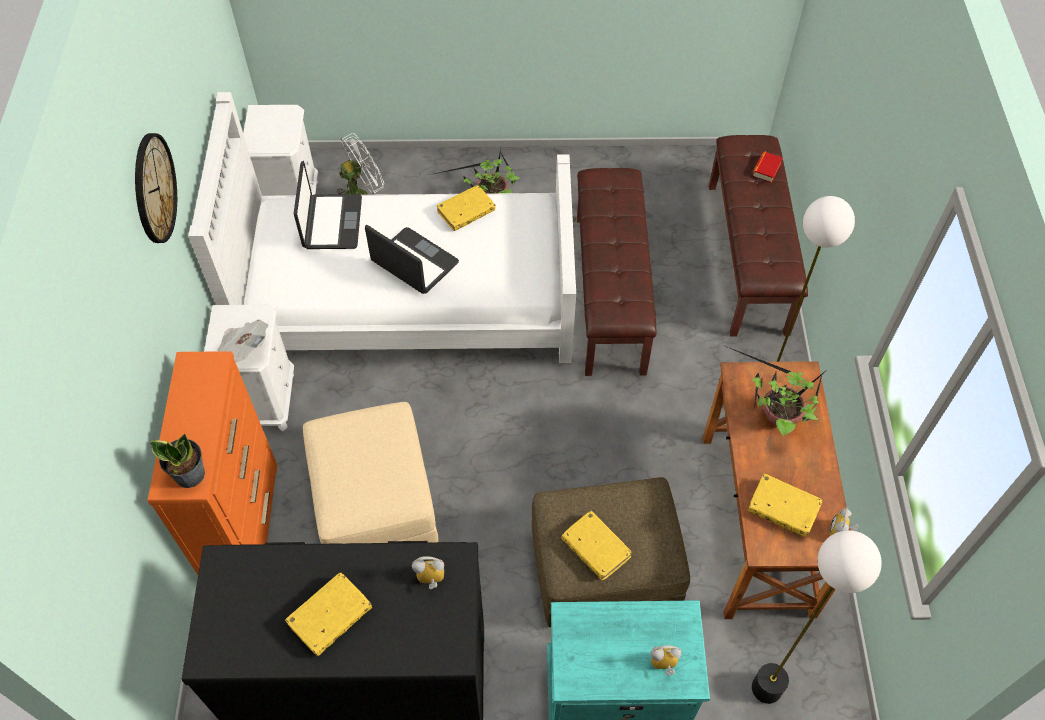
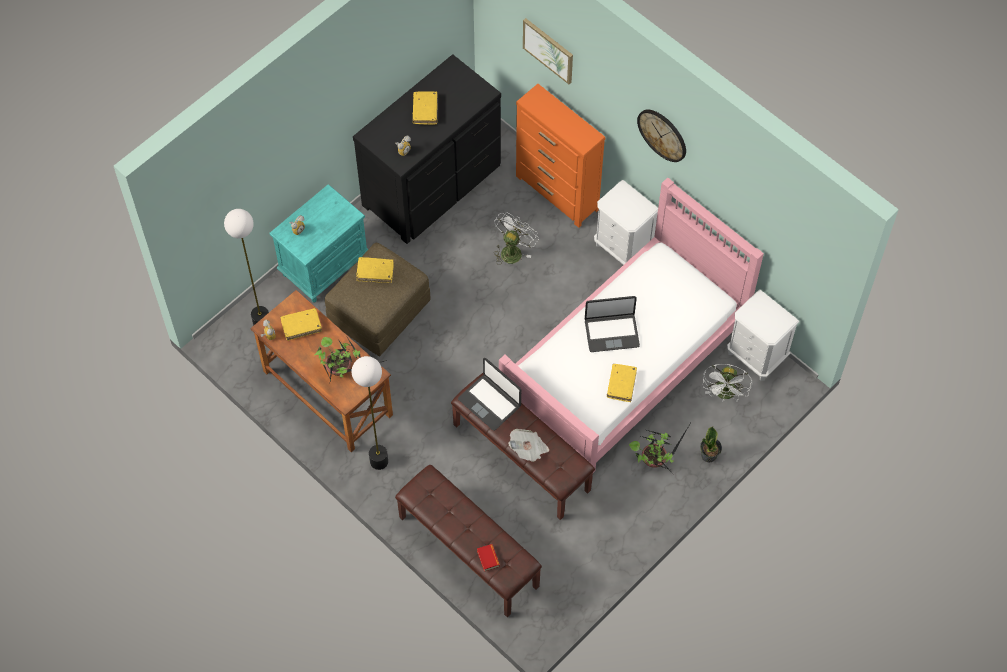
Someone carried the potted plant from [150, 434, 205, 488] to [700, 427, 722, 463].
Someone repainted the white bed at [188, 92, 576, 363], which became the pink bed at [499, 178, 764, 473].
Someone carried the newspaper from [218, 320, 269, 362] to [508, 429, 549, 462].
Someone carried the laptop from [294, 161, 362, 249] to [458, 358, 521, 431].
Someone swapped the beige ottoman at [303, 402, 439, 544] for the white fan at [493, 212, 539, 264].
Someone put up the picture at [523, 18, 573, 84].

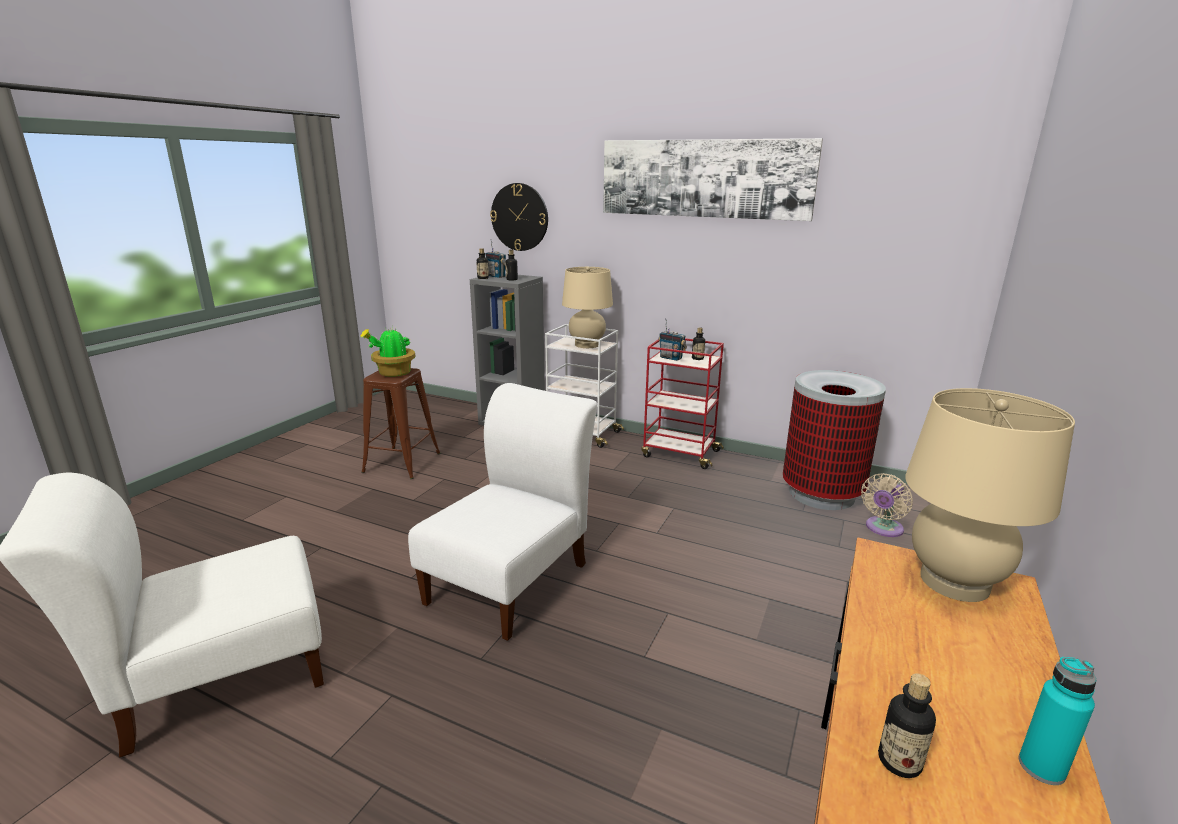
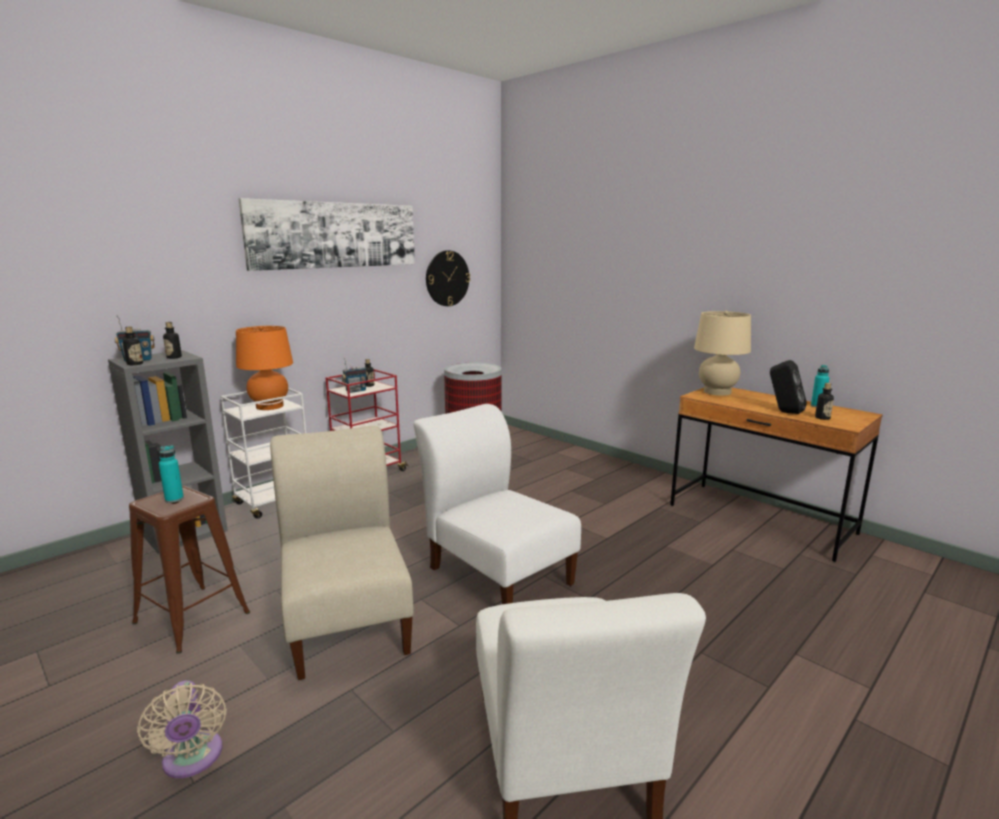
Someone swapped the potted plant at [360, 326, 416, 377] for the turquoise bottle at [159, 445, 184, 503].
Someone carried the wall clock from [490, 183, 548, 251] to [426, 250, 470, 306].
Someone repainted the beige table lamp at [562, 267, 613, 348], which became the orange table lamp at [236, 326, 293, 410].
Someone carried the beige fan from [861, 473, 913, 537] to [137, 680, 226, 778].
Someone put down the beige chair at [270, 426, 414, 680].
Someone put down the black speaker at [770, 360, 807, 414].

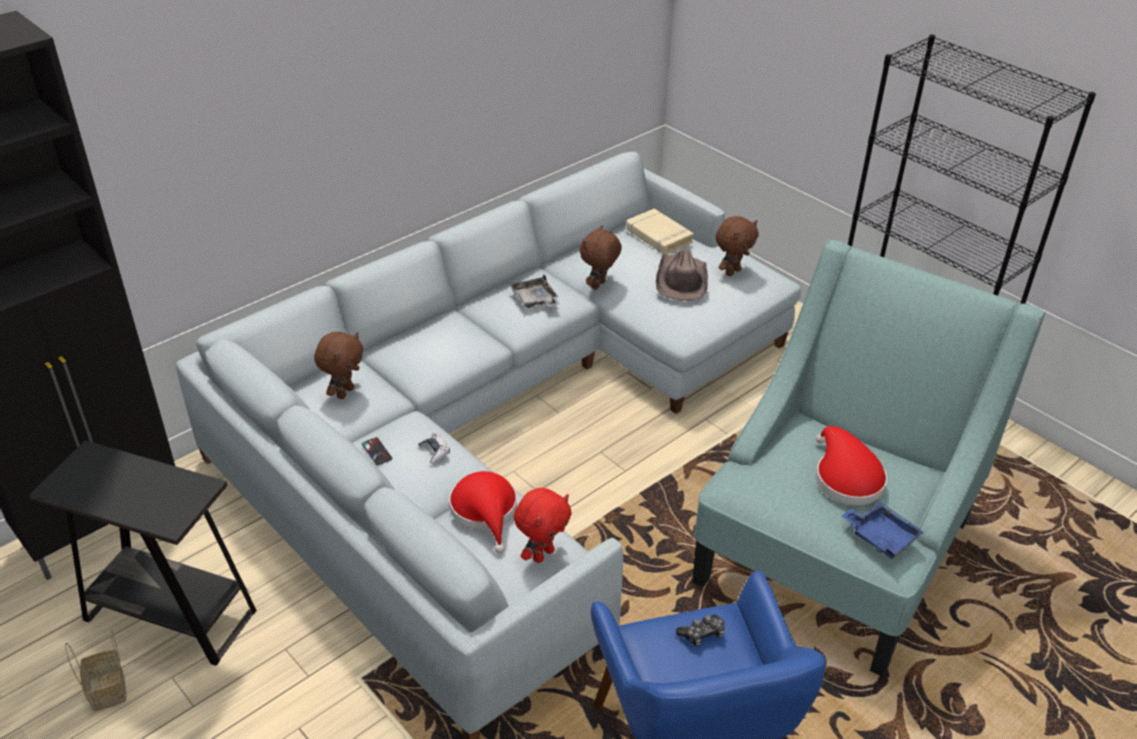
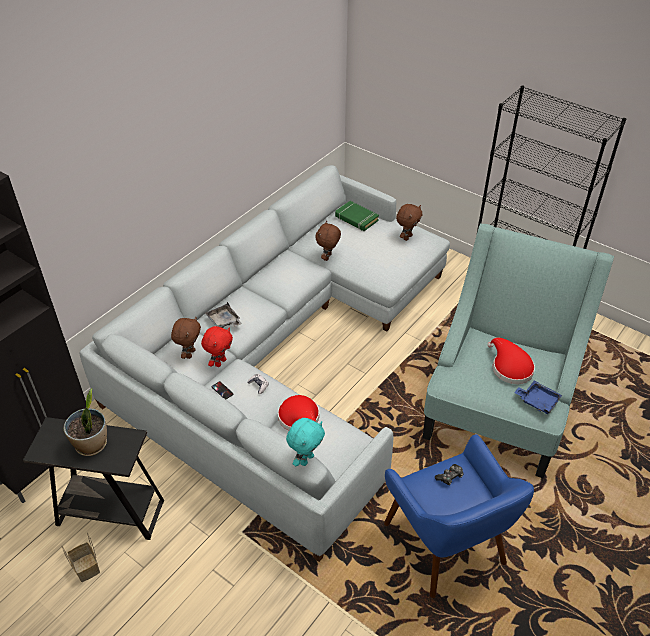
Someone carried the grey tray from [509, 274, 560, 308] to [205, 302, 242, 328].
Someone carried the red plush toy from [514, 488, 572, 563] to [201, 326, 233, 367].
Someone repainted the beige book at [626, 209, 694, 255], which became the green book at [335, 201, 379, 231].
Someone took away the brown hat at [656, 249, 708, 301].
Someone put down the potted plant at [63, 389, 107, 456].
Someone put down the turquoise plush toy at [286, 418, 325, 467].

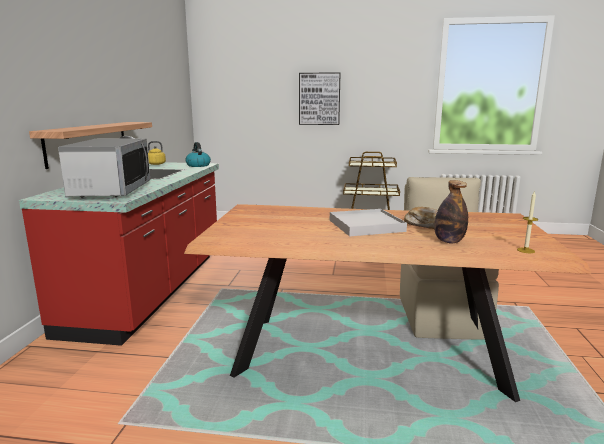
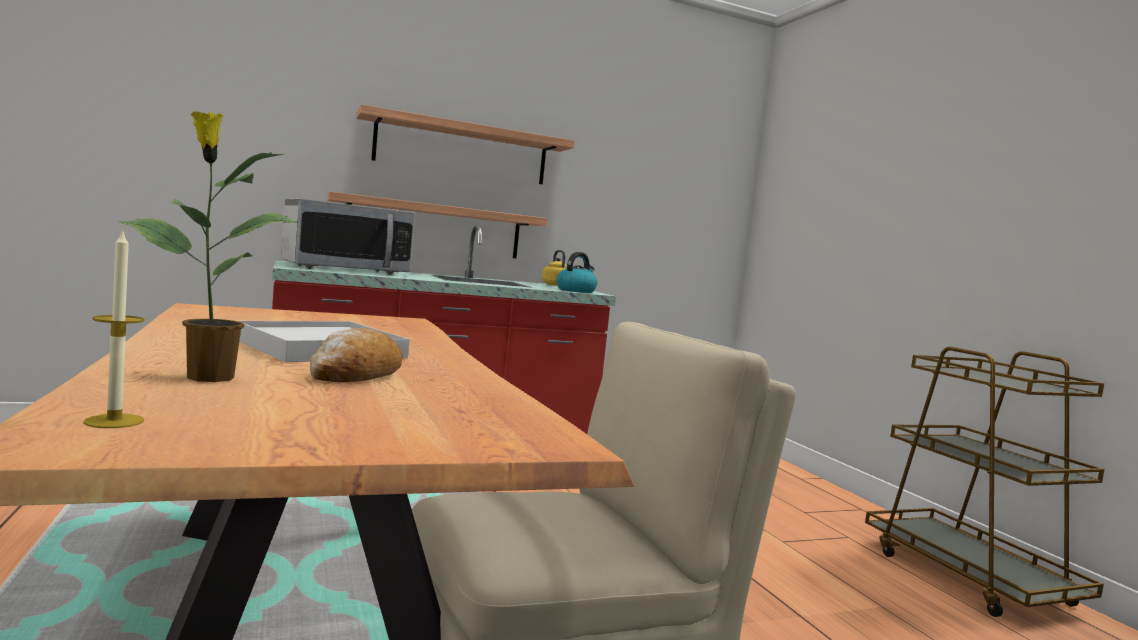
Someone took away the picture at [299, 72, 340, 125].
Someone swapped the bottle at [434, 180, 468, 243] for the potted plant at [118, 111, 299, 382].
Someone put up the shelf at [356, 104, 575, 184].

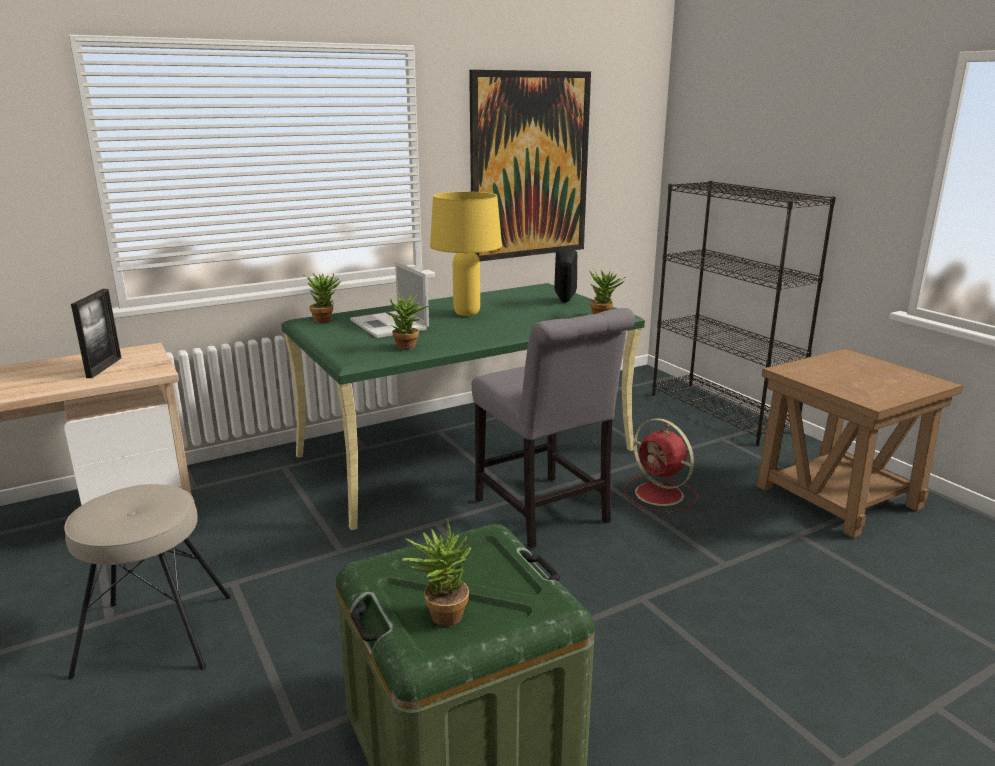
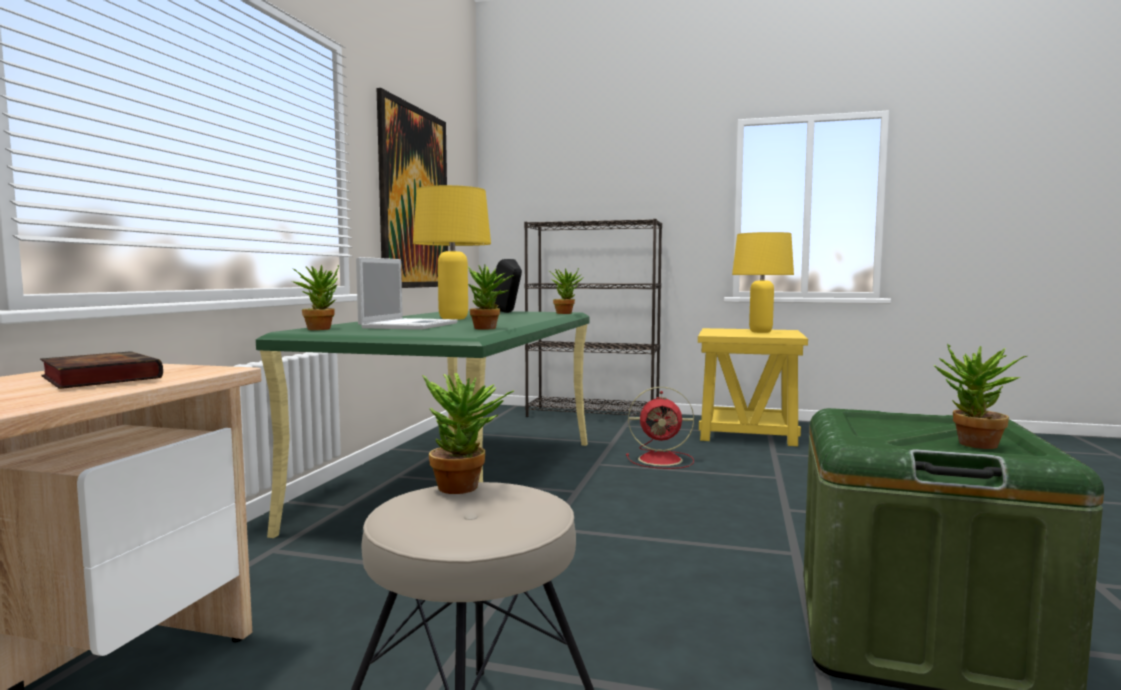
Someone swapped the picture frame at [71, 289, 121, 378] for the book at [40, 351, 163, 389].
Someone rotated the laptop at [350, 261, 429, 338] by 90 degrees counterclockwise.
Someone took away the grey chair at [472, 308, 635, 548].
Someone repainted the brown side table at [757, 348, 963, 538], which became the yellow side table at [698, 328, 808, 446].
Someone put down the potted plant at [422, 373, 514, 494].
Someone put down the yellow table lamp at [732, 232, 794, 333].

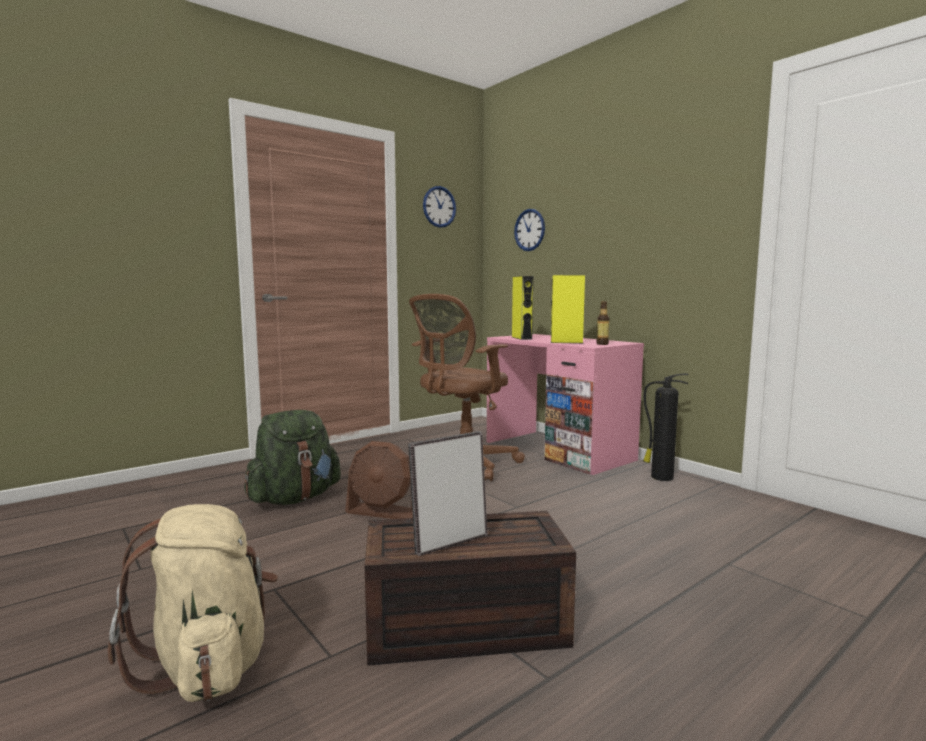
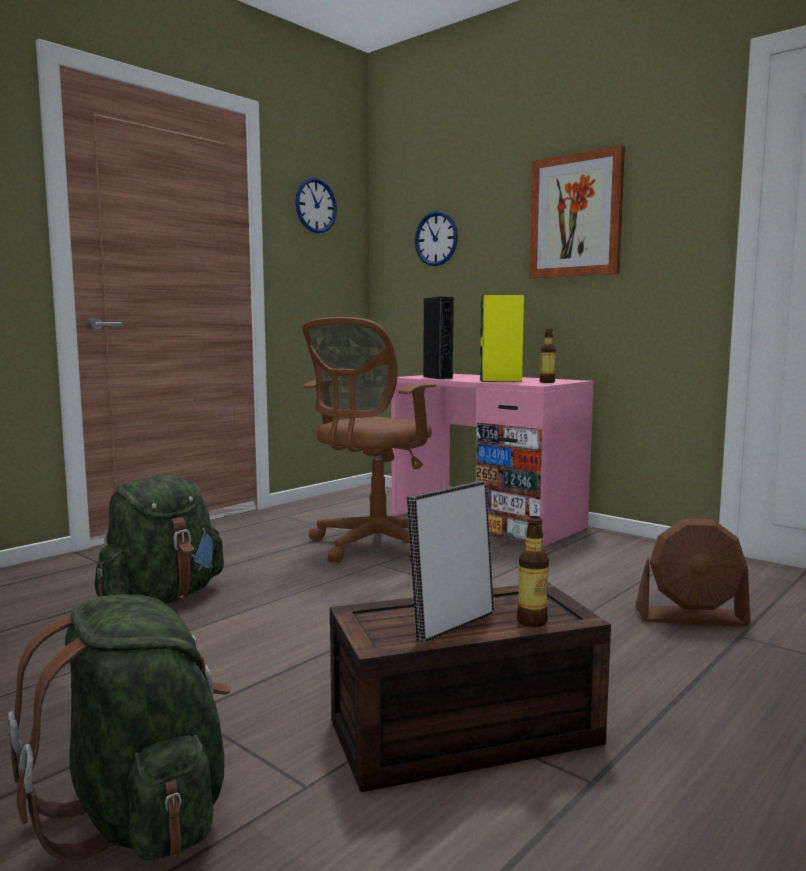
Someone repainted the beige backpack at [108, 504, 278, 702], which became the green backpack at [8, 594, 230, 861].
Someone carried the brown fan from [345, 441, 413, 519] to [635, 519, 751, 626].
Someone repainted the yellow speaker at [512, 276, 533, 340], which became the black speaker at [423, 297, 454, 379].
Someone took away the fire extinguisher at [643, 373, 689, 481].
Someone put down the bottle at [517, 516, 549, 627].
Someone put up the picture at [529, 146, 625, 279].

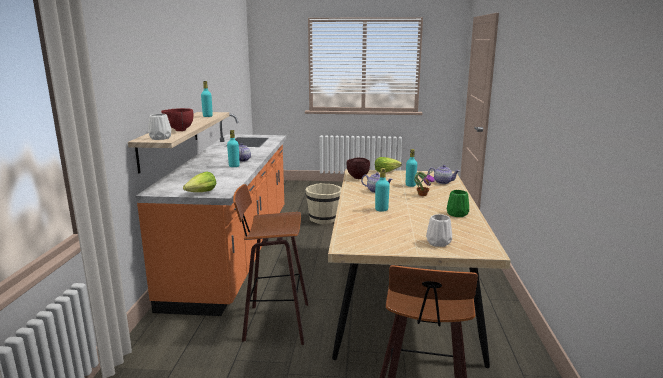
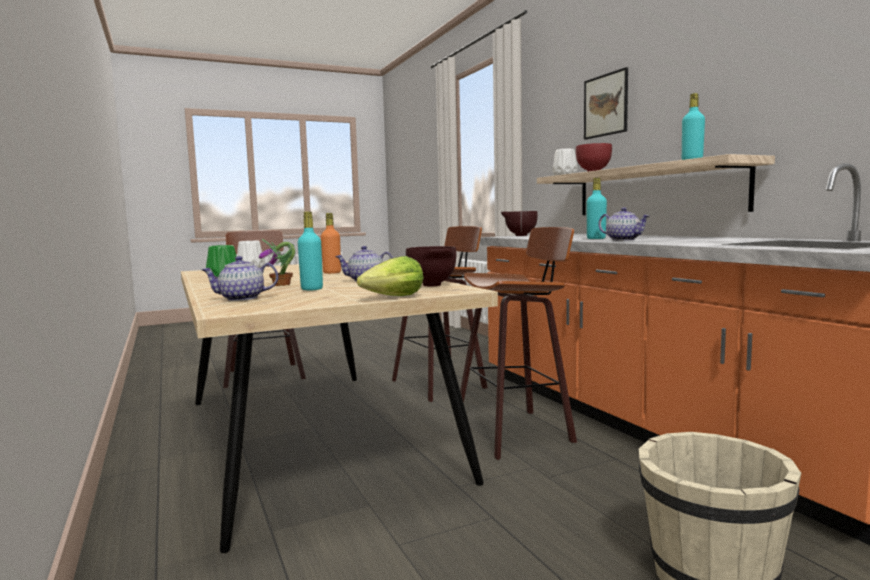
Someone swapped the lettuce at [183, 172, 216, 192] for the brown bowl at [501, 211, 538, 236].
Someone repainted the turquoise bottle at [375, 168, 390, 212], which became the orange bottle at [321, 213, 341, 274].
Someone put down the stool at [460, 227, 577, 460].
Someone put up the picture at [584, 67, 628, 140].

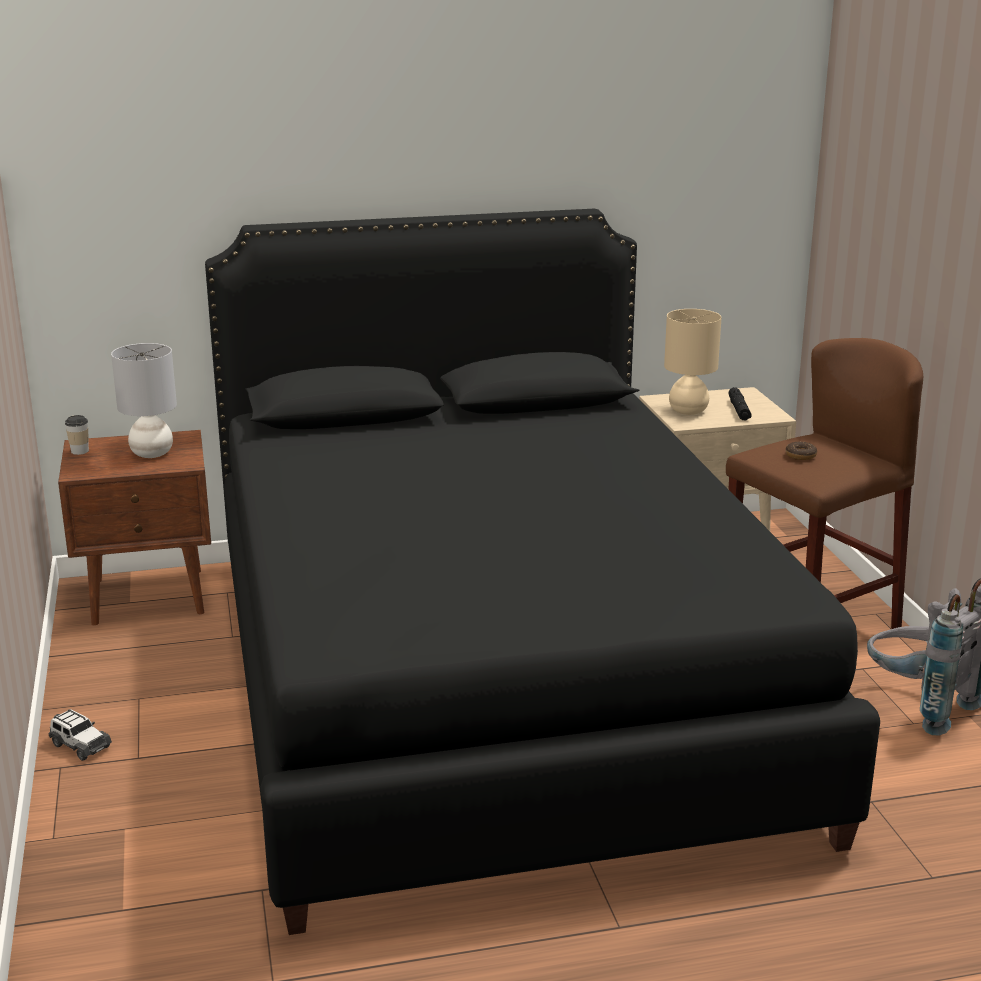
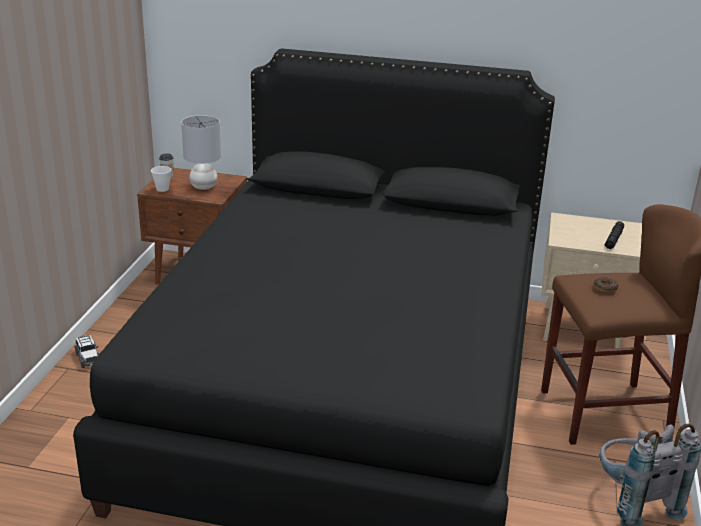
Someone took away the beige table lamp at [664, 309, 722, 415].
Someone put down the cup at [151, 166, 172, 192].

